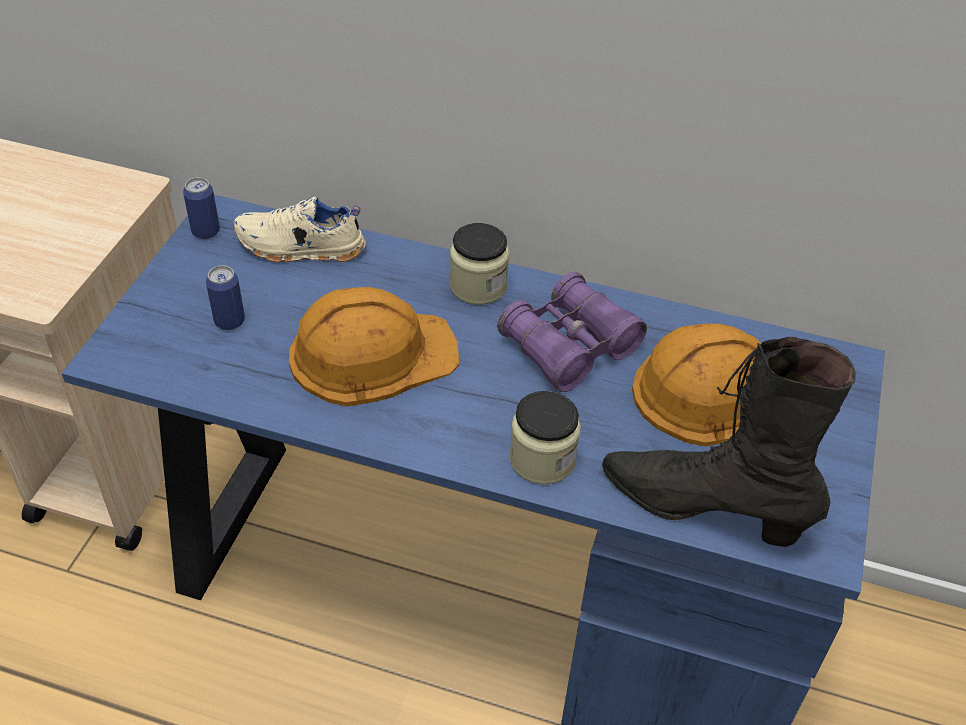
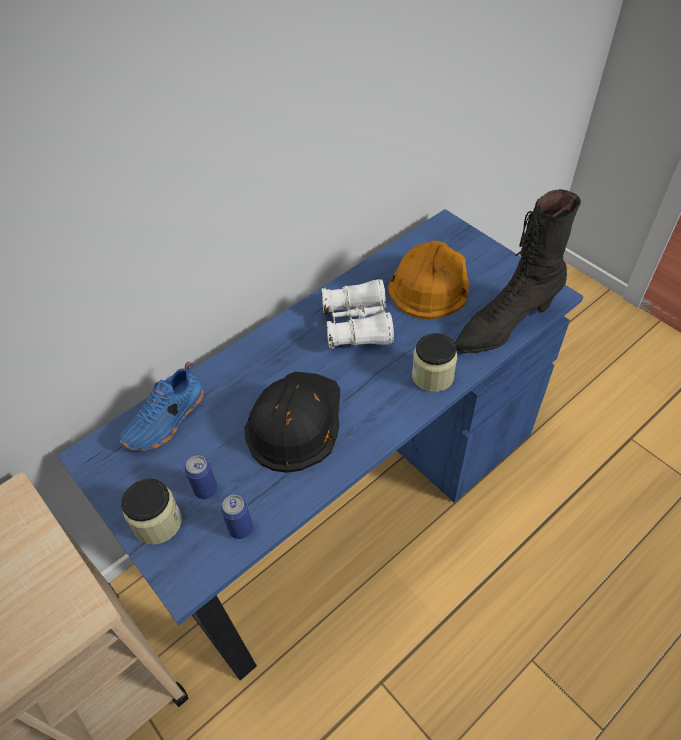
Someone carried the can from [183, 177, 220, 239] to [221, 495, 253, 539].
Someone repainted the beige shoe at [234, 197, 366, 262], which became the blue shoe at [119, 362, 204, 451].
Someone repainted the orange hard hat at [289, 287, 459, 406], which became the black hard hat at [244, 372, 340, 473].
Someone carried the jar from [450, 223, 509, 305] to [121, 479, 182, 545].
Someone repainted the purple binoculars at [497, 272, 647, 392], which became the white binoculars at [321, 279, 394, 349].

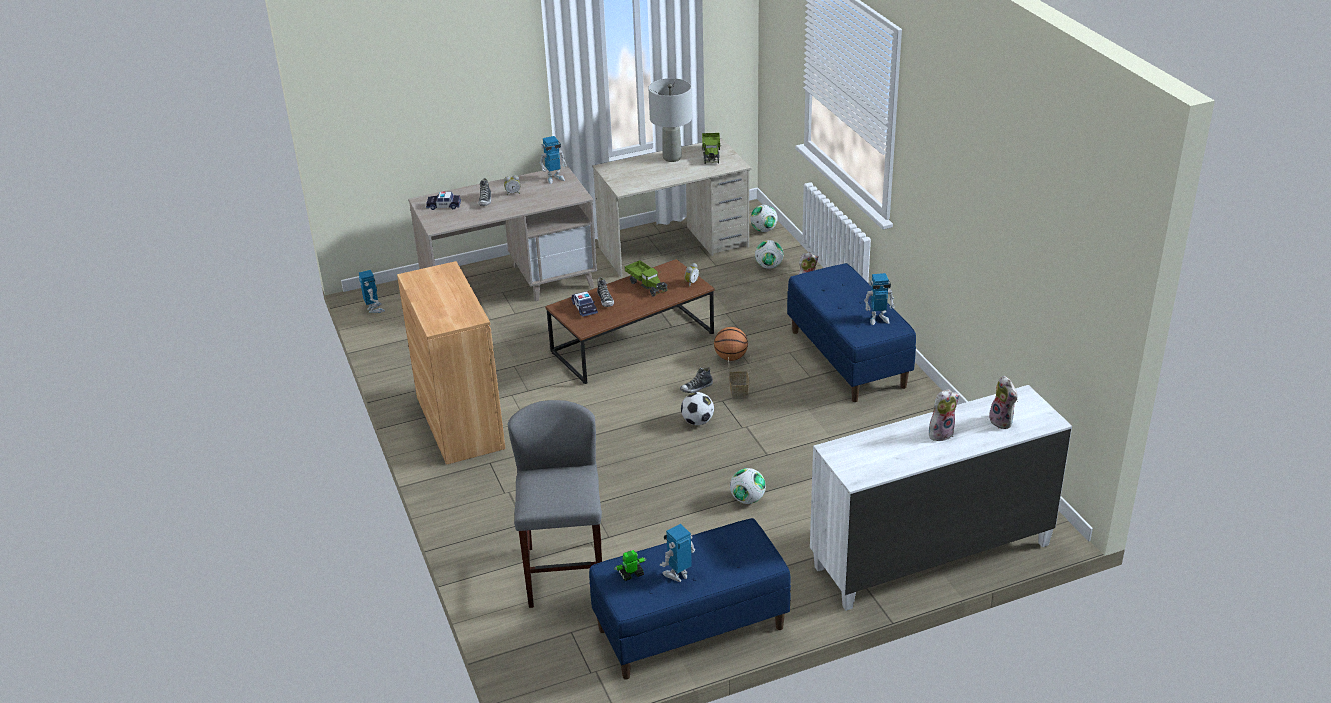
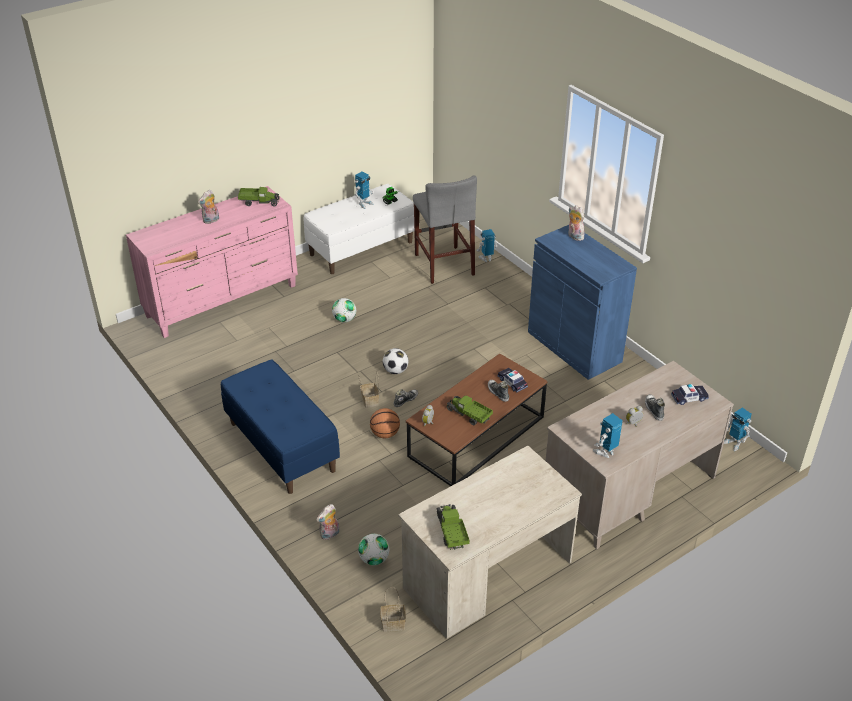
Someone repainted the brown cabinet at [397, 261, 506, 465], which became the blue cabinet at [528, 225, 637, 380].
Someone repainted the blue bench at [589, 518, 791, 680], which became the white bench at [304, 184, 414, 274].
Someone took away the grey table lamp at [648, 78, 692, 162].
Someone swapped the football at [750, 205, 778, 232] for the basket at [380, 587, 406, 632].
Someone repainted the white dresser at [810, 385, 1072, 611], which became the pink dresser at [126, 186, 298, 338].
Someone carried the toy robot from [864, 273, 895, 325] to [477, 229, 497, 262].
Someone carried the plush toy from [989, 376, 1018, 429] to [568, 205, 585, 241].
Someone put down the toy truck at [238, 187, 280, 206].

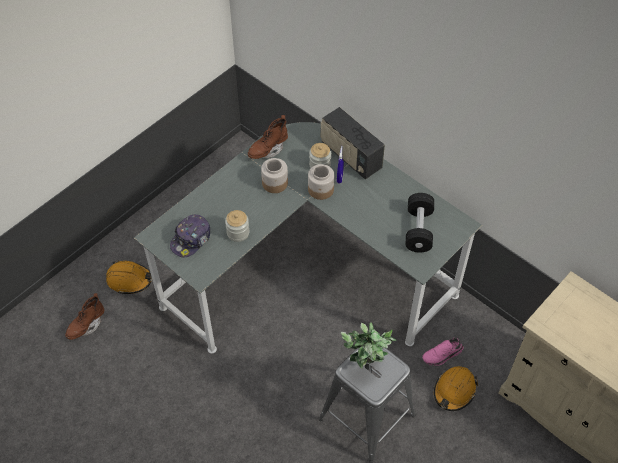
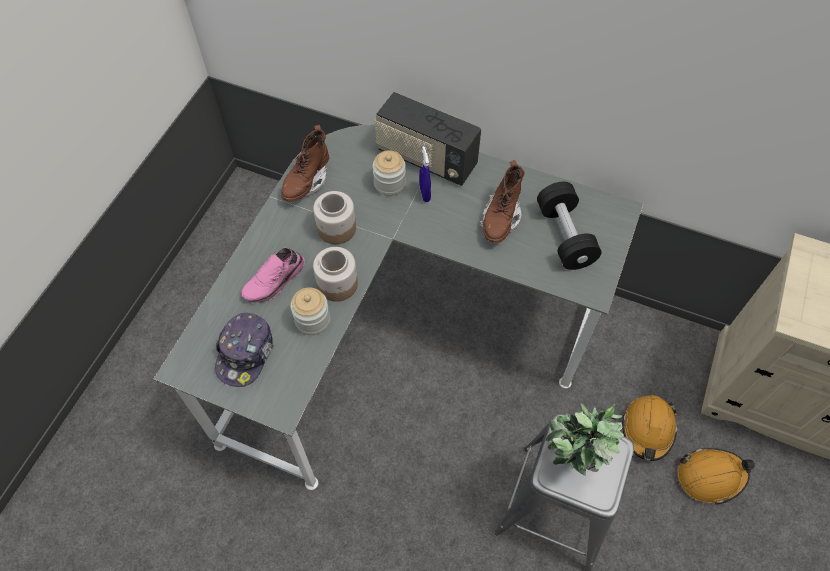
Someone carried the brown boot from [65, 293, 104, 340] to [480, 160, 525, 243].
Someone carried the orange hard hat from [106, 260, 152, 294] to [678, 448, 755, 504].
Someone carried the jar from [308, 164, 335, 200] to [313, 247, 358, 302].
Someone carried the pink shoe from [422, 338, 464, 366] to [241, 248, 305, 303].

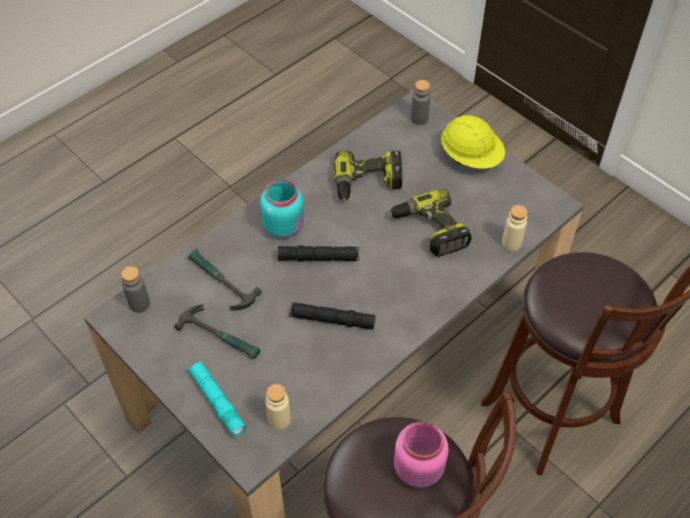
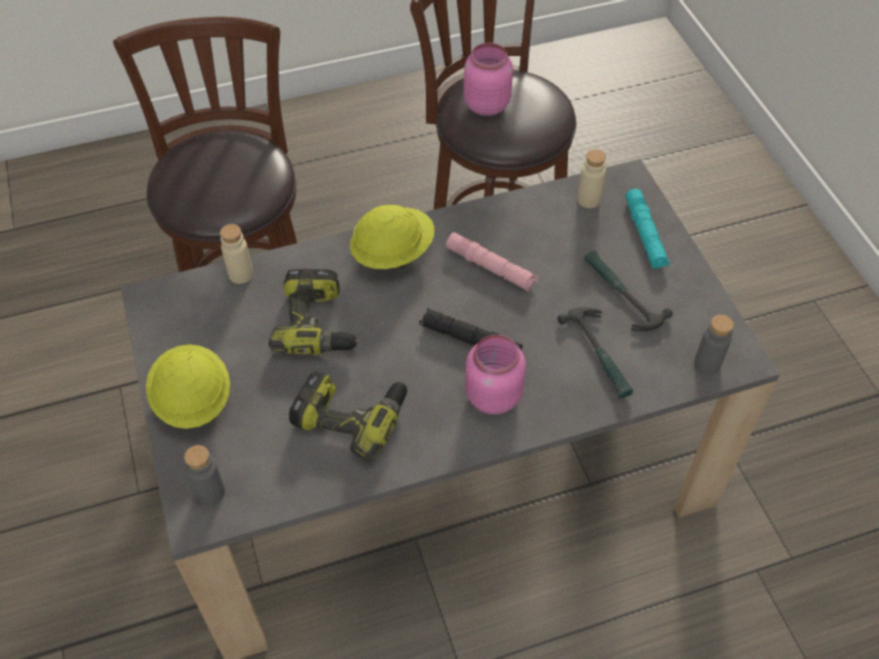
Someone repainted the turquoise jar at [260, 179, 304, 239], which became the pink jar at [465, 335, 526, 414].
Someone repainted the black flashlight at [289, 302, 375, 330], which became the pink flashlight at [446, 232, 538, 291].
Someone put down the yellow hard hat at [350, 205, 435, 269].

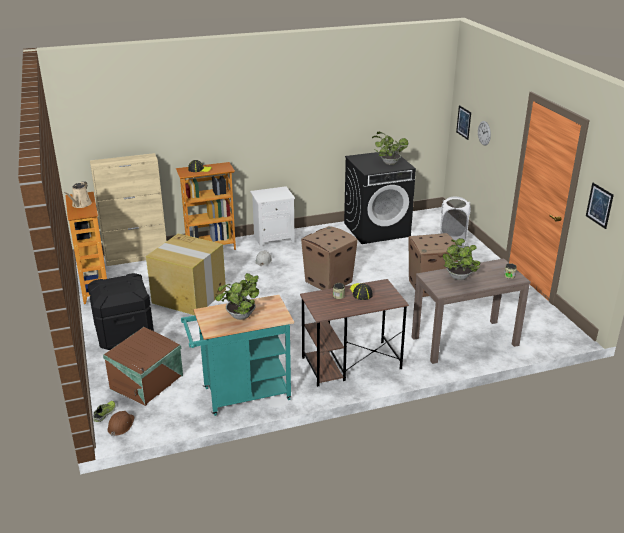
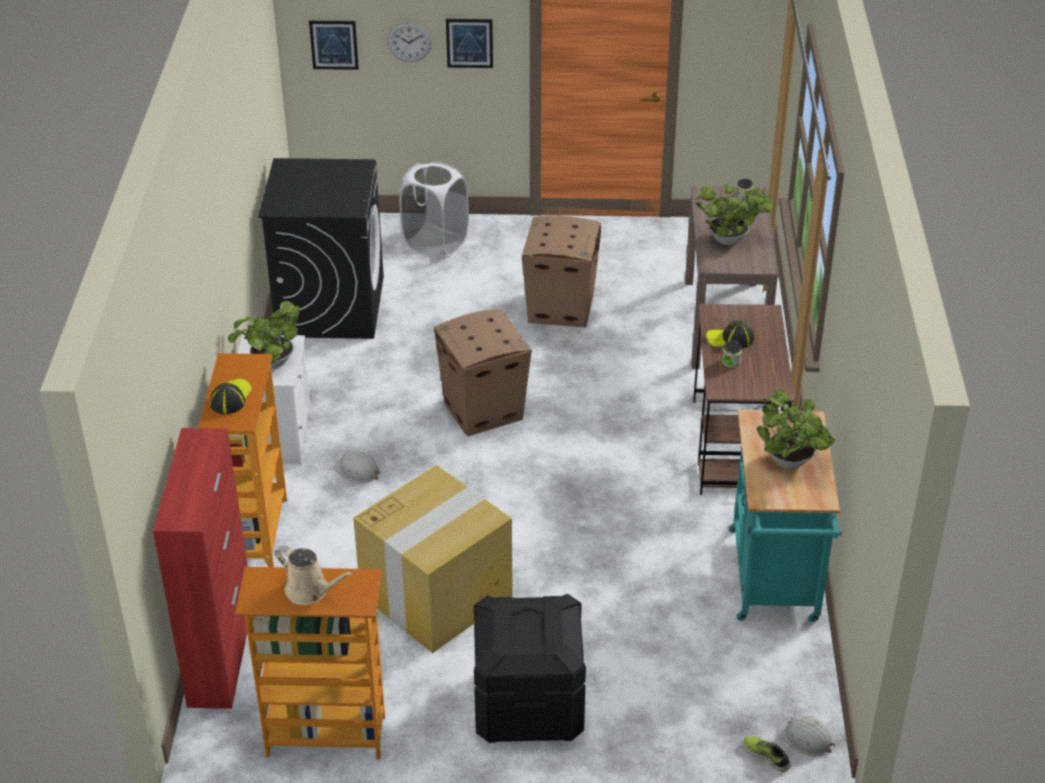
Someone repainted the beige cabinet at [90, 153, 167, 266], which became the red cabinet at [153, 428, 248, 709].
Someone took away the brown storage box at [103, 327, 183, 406].
Someone repainted the brown hard hat at [107, 411, 135, 436], which became the white hard hat at [777, 715, 835, 756].
Someone carried the potted plant from [372, 132, 408, 165] to [228, 301, 300, 369].
Someone carried the picture from [586, 183, 614, 229] to [446, 19, 493, 68].

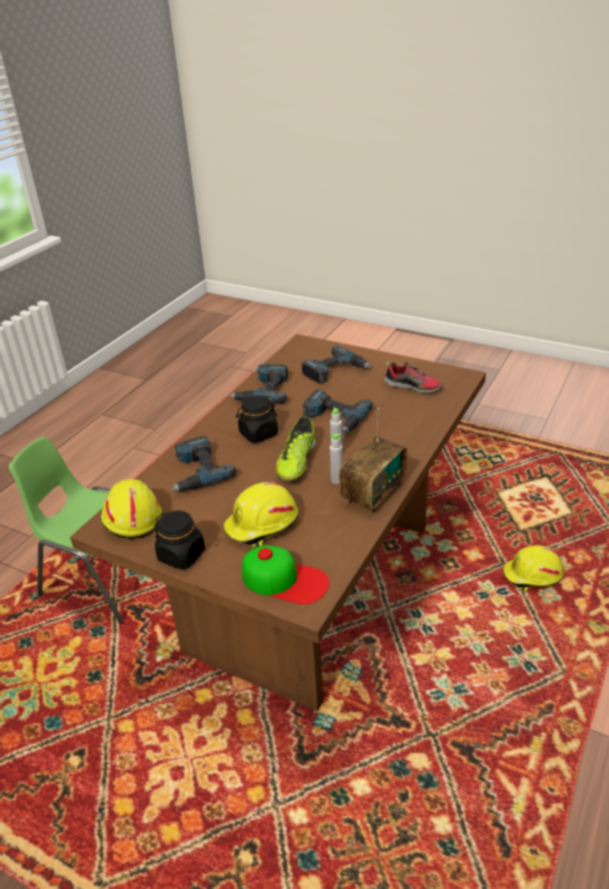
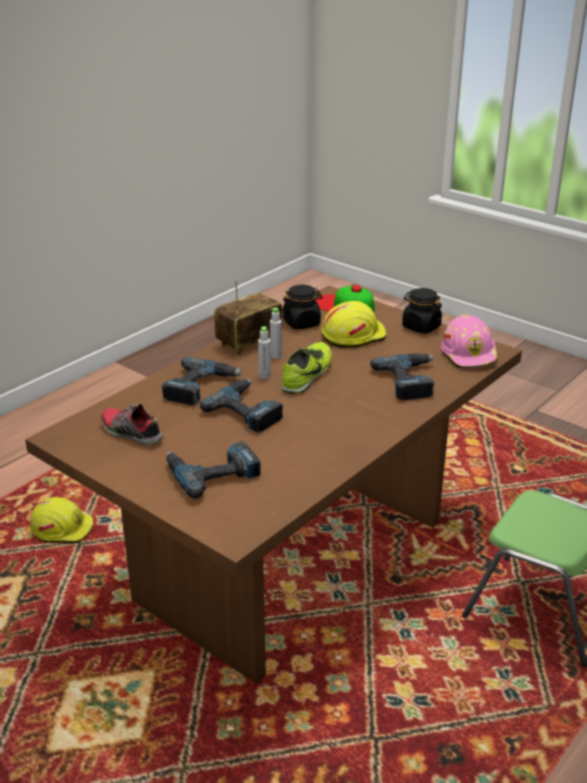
Someone repainted the yellow hard hat at [101, 479, 162, 539], which became the pink hard hat at [441, 314, 499, 369].
Someone carried the power drill from [230, 364, 288, 403] to [162, 357, 243, 405].
Someone carried the black jar from [236, 395, 278, 443] to [283, 285, 323, 329].

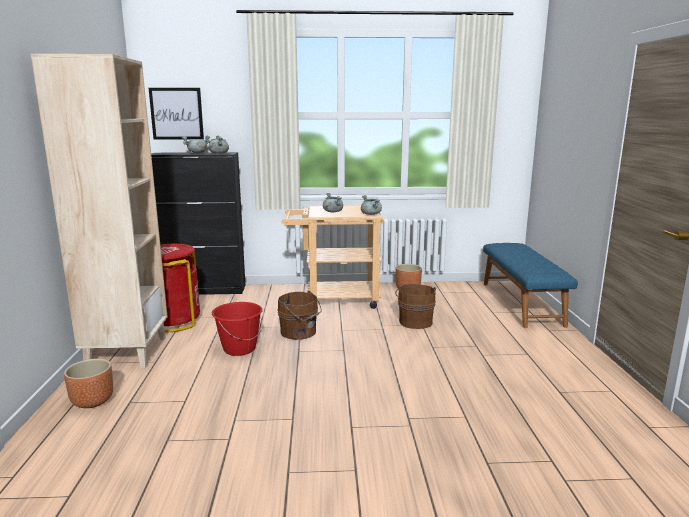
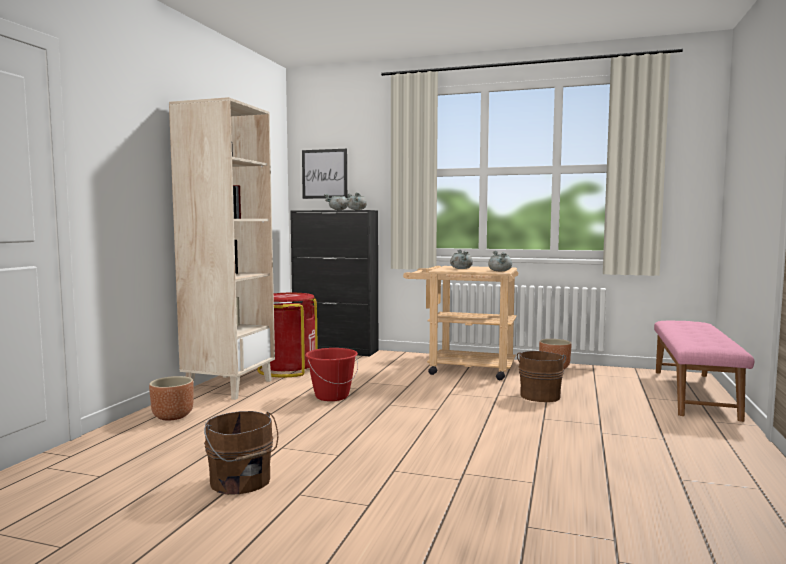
Someone carried the brown bucket from [277, 291, 322, 340] to [204, 411, 278, 495].
Someone repainted the blue bench at [483, 243, 578, 328], which became the pink bench at [654, 320, 754, 422].

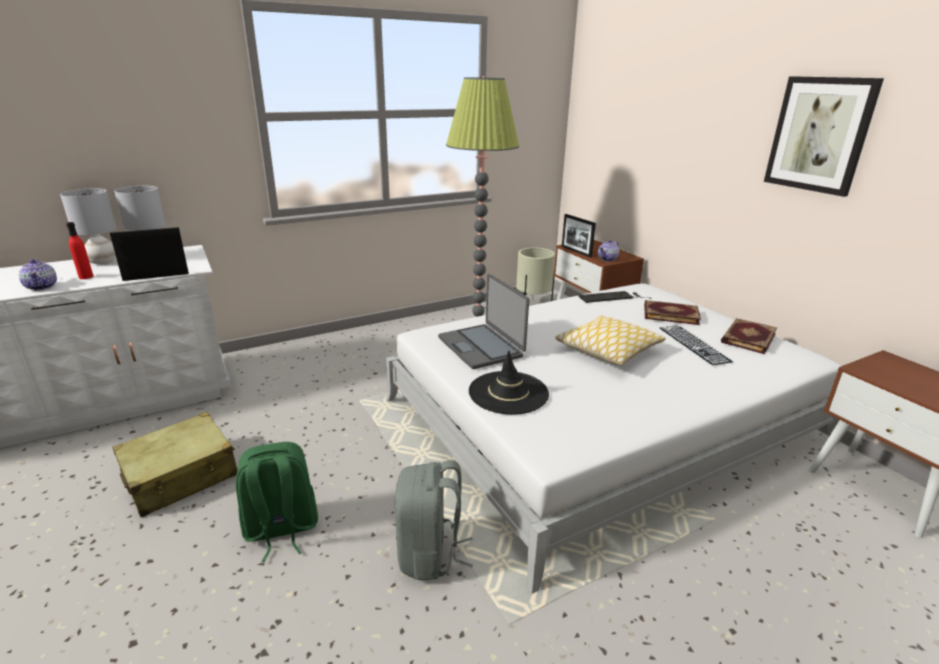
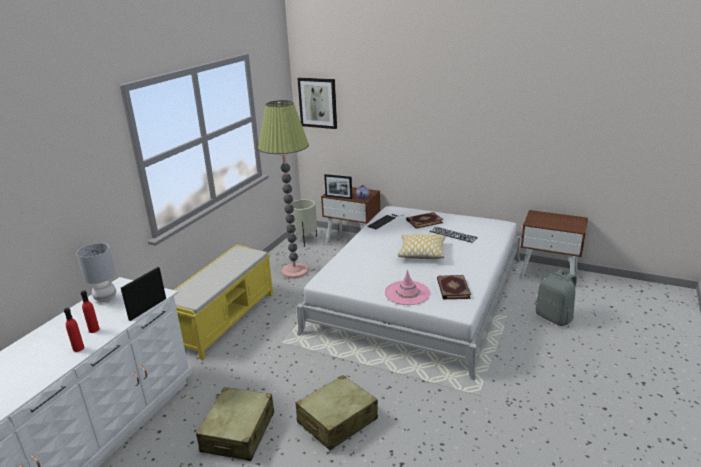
Someone swapped the teapot at [19, 259, 57, 291] for the red bottle at [64, 308, 84, 352].
Someone took away the grey table lamp at [60, 188, 116, 264].
Someone swapped the green backpack at [236, 442, 318, 562] for the beige suitcase at [295, 375, 378, 451].
Someone carried the grey backpack from [395, 460, 473, 580] to [536, 269, 577, 326].
Someone took away the laptop at [438, 274, 529, 369].
Someone repainted the black hat at [469, 351, 549, 415], which became the pink hat at [385, 270, 431, 305].
Someone carried the book from [721, 318, 777, 354] to [437, 275, 471, 300].
Someone carried the picture from [764, 76, 884, 197] to [297, 78, 337, 129].
Someone put down the yellow bench at [174, 245, 273, 360].

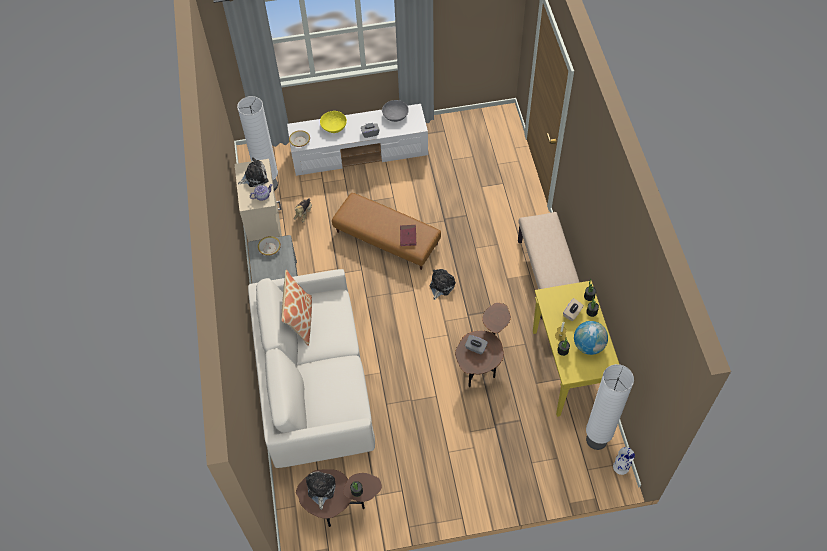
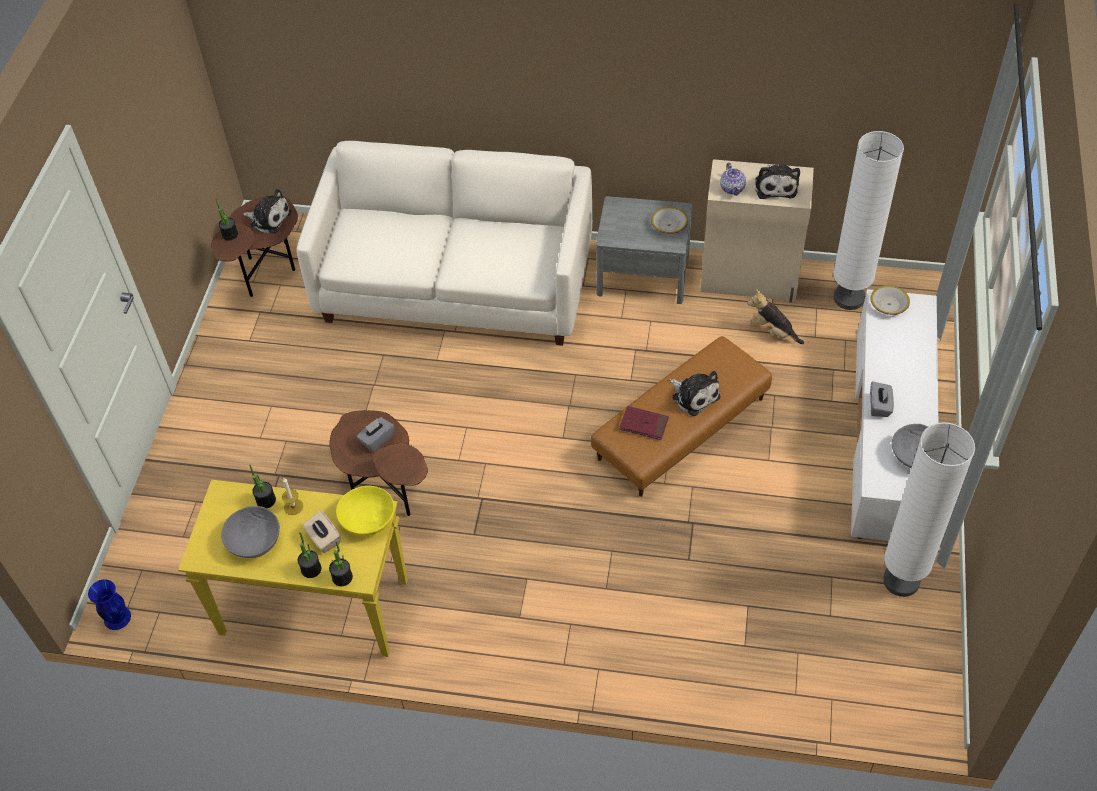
Someone took away the pillow at [281, 270, 312, 346].
Someone carried the yellow bowl from [320, 111, 347, 133] to [336, 486, 395, 536].
Someone carried the plush toy from [430, 269, 456, 300] to [670, 371, 720, 416].
Someone took away the beige bench at [518, 212, 580, 319].
Someone swapped the globe at [574, 321, 608, 355] for the grey bowl at [221, 506, 280, 558].
Someone carried the white floor lamp from [586, 364, 634, 450] to [883, 422, 975, 597].
Someone repainted the white vase at [613, 447, 635, 475], which became the blue vase at [88, 579, 131, 630].

